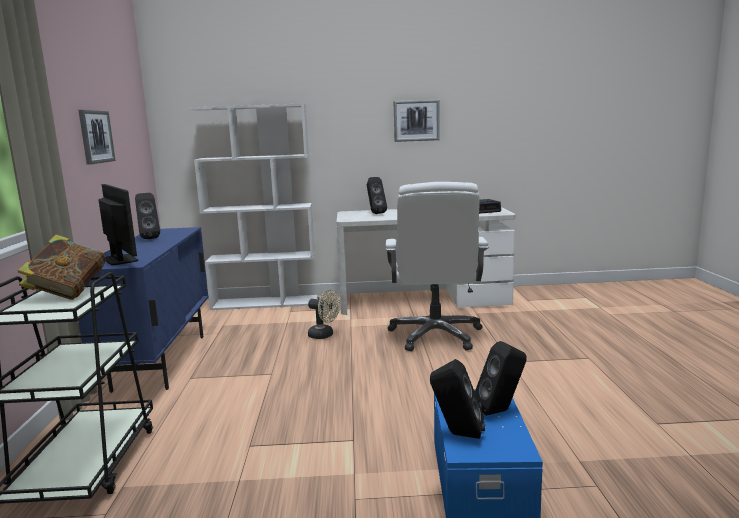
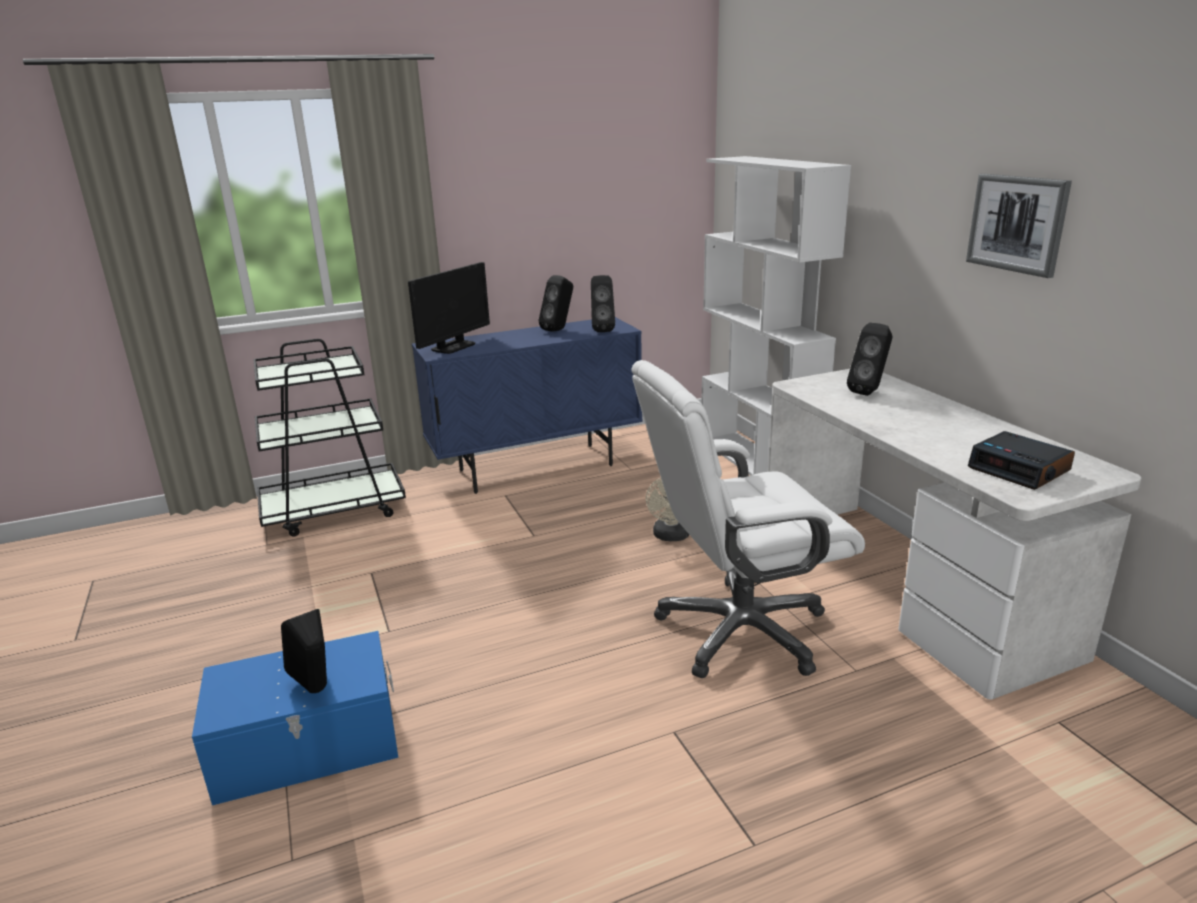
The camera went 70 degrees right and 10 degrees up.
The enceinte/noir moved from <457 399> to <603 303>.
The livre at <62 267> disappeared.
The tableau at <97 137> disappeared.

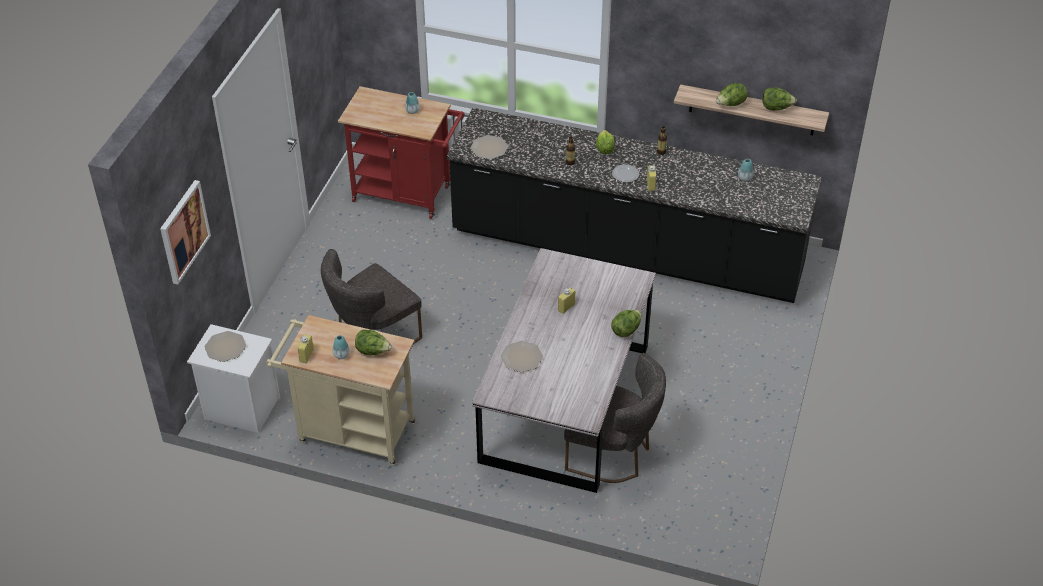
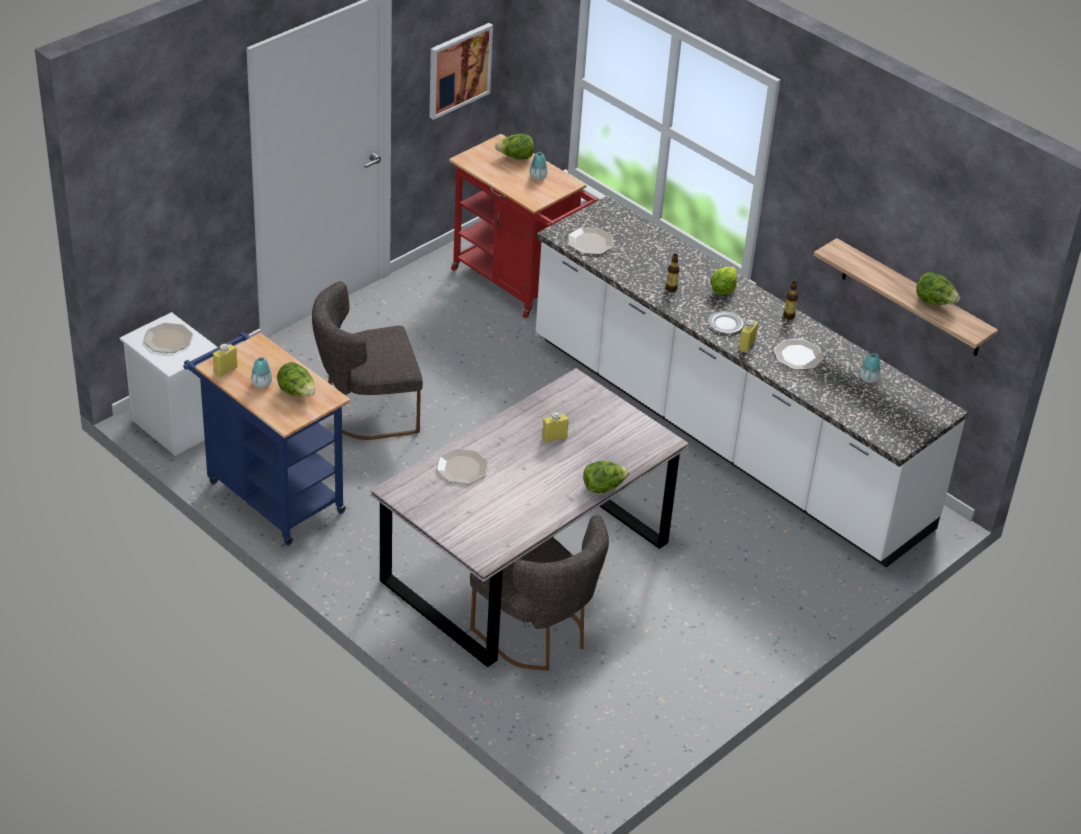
The camera went 25 degrees right and 5 degrees down.
The chariot/beige at <340 390> became the chariot/bleu at <266 438>.
The tableau moved from <185 232> to <461 71>.
The laitue moved from <732 94> to <514 146>.
The comptoir de cuisine/noir at <634 205> became the comptoir de cuisine/blanc at <752 382>.
The assiette at <799 354> appeared.

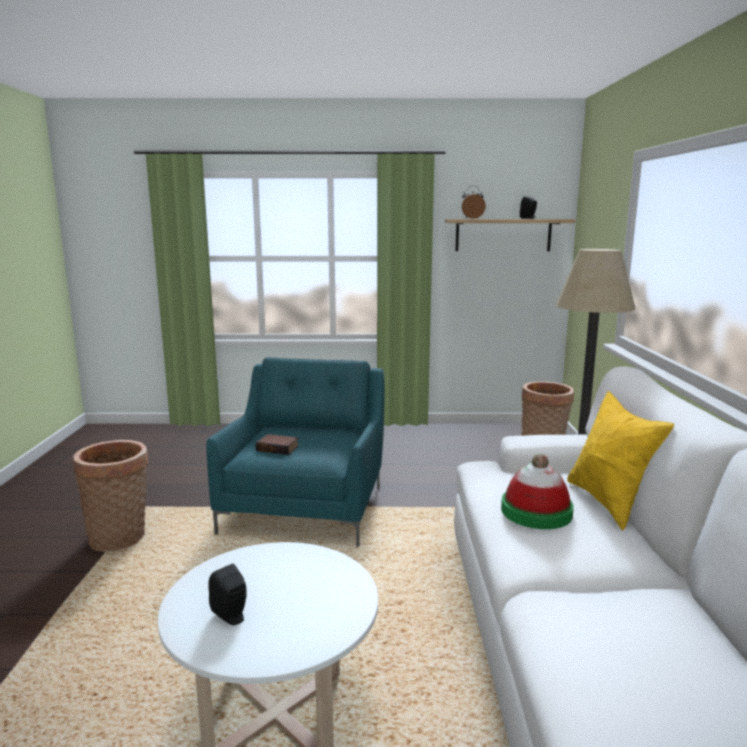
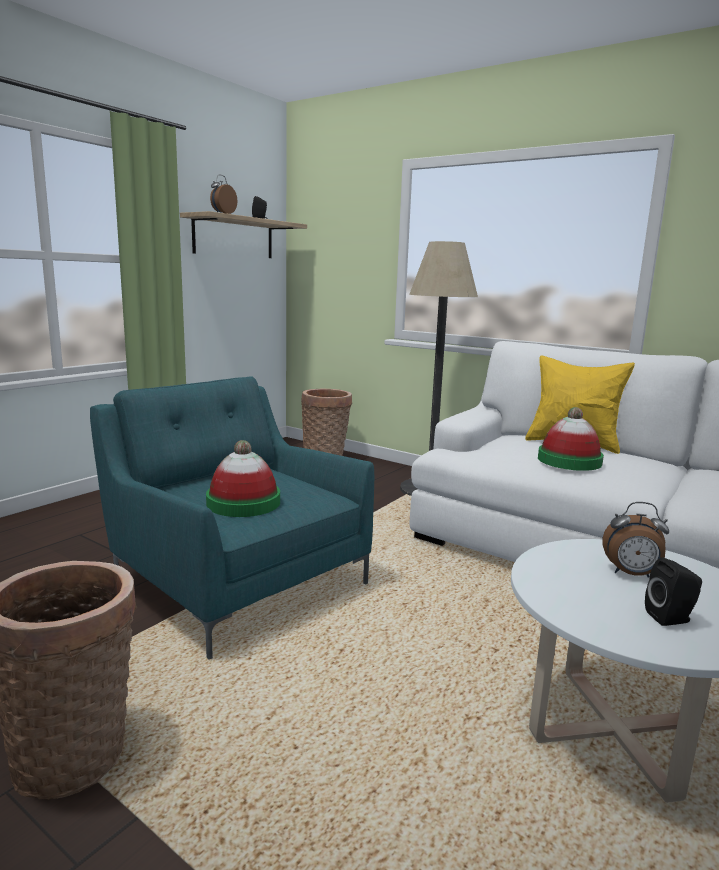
The camera went 55 degrees left and 0 degrees up.
The livre at <277 444> was replaced by the chapeau at <243 478>.
The réveil at <636 540> appeared.

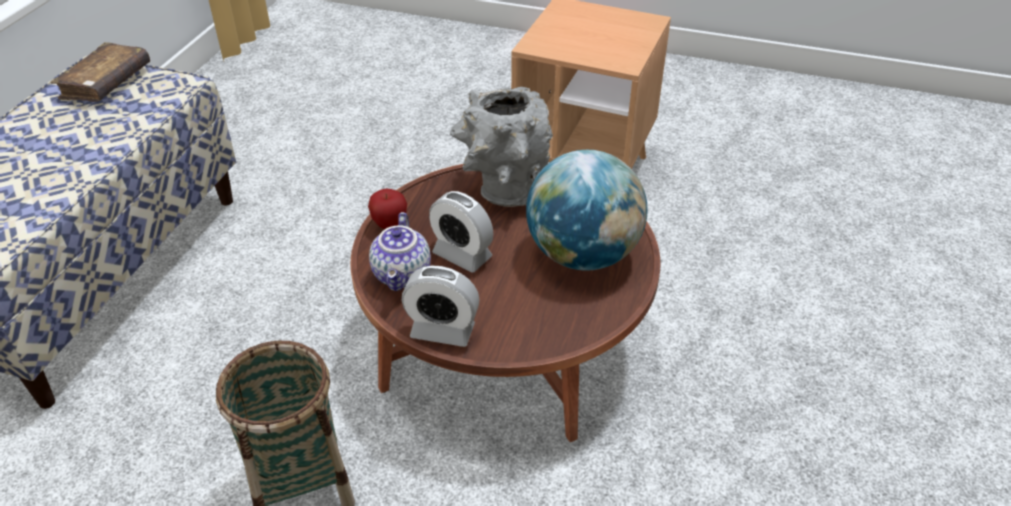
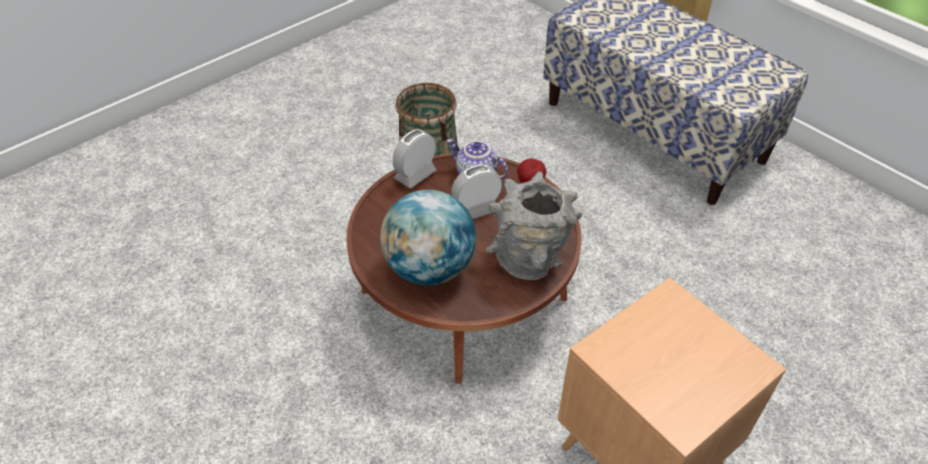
The camera went 120 degrees right and 5 degrees up.
The livre/marron at <100 72> disappeared.

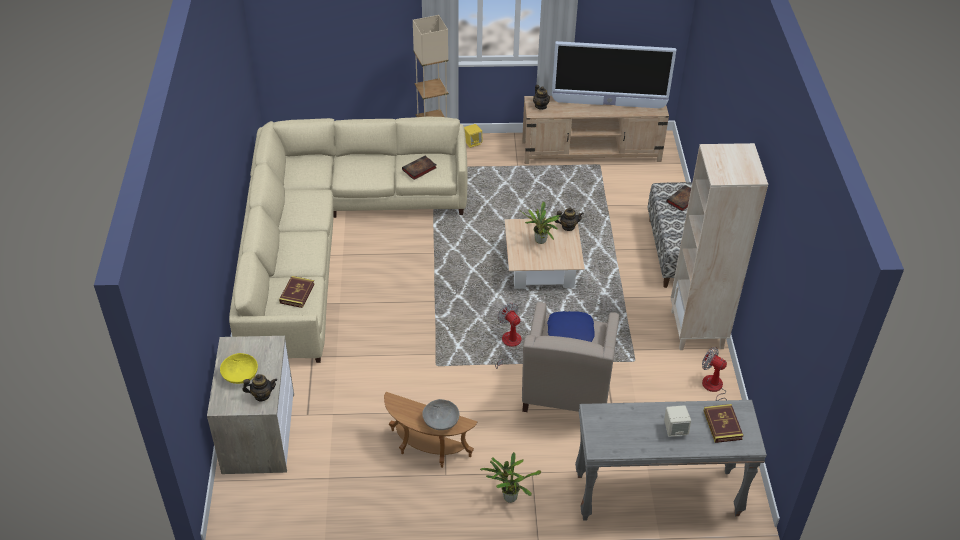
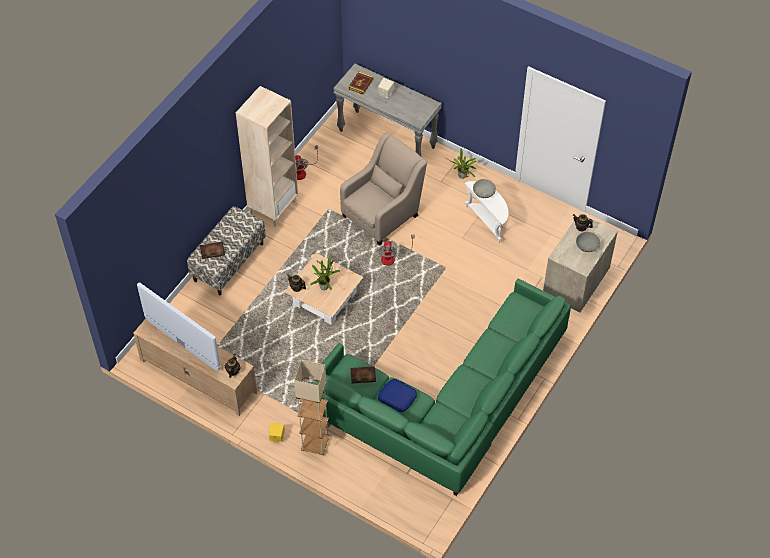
The camera went 145 degrees left and 10 degrees up.
The canapé/beige at <348 239> became the canapé/vert at <441 387>.
The coussin/bleu moved from <571 326> to <397 395>.
The table d'appoint/marron at <430 430> became the table d'appoint/blanc at <487 212>.
The bol/jaune at <239 368> became the bol/gris at <588 242>.
The livre at <297 292> disappeared.

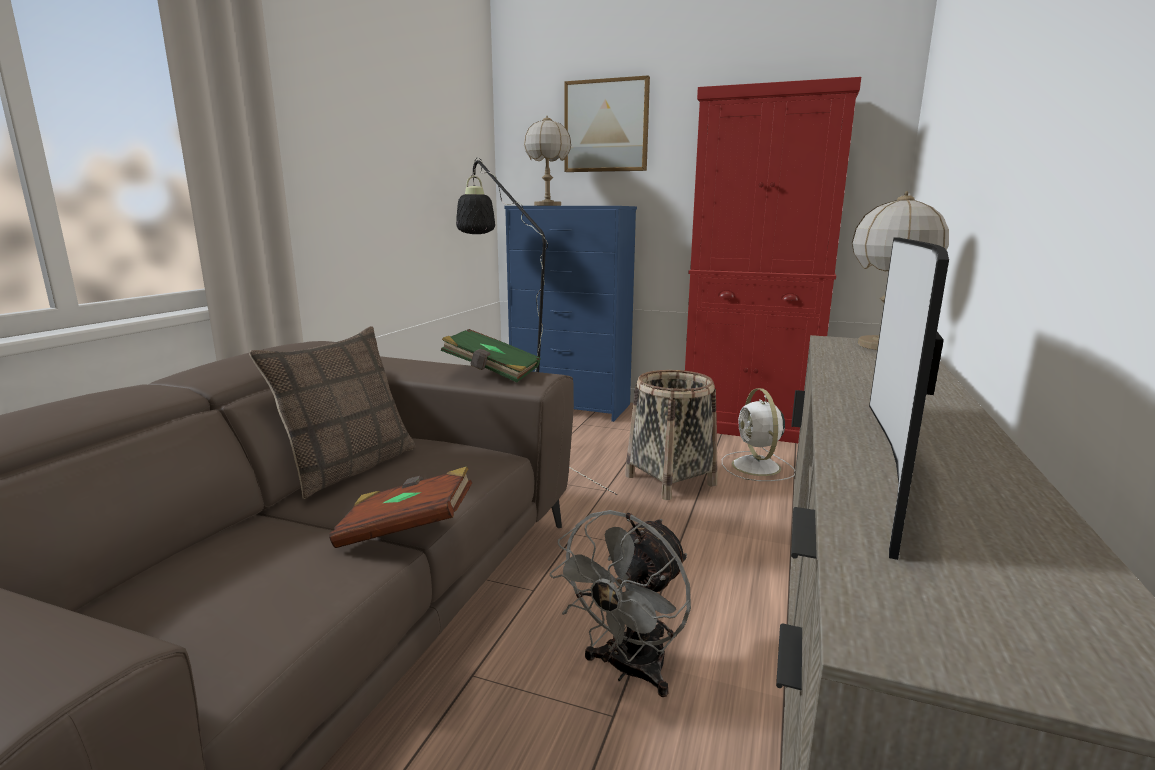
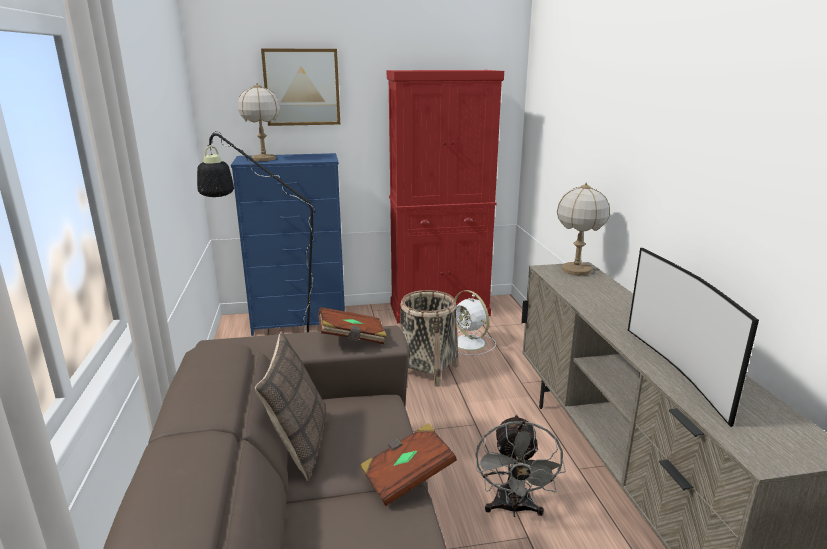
The camera went 30 degrees left and 5 degrees up.
The livre/vert at <491 355> became the livre/marron at <352 325>.

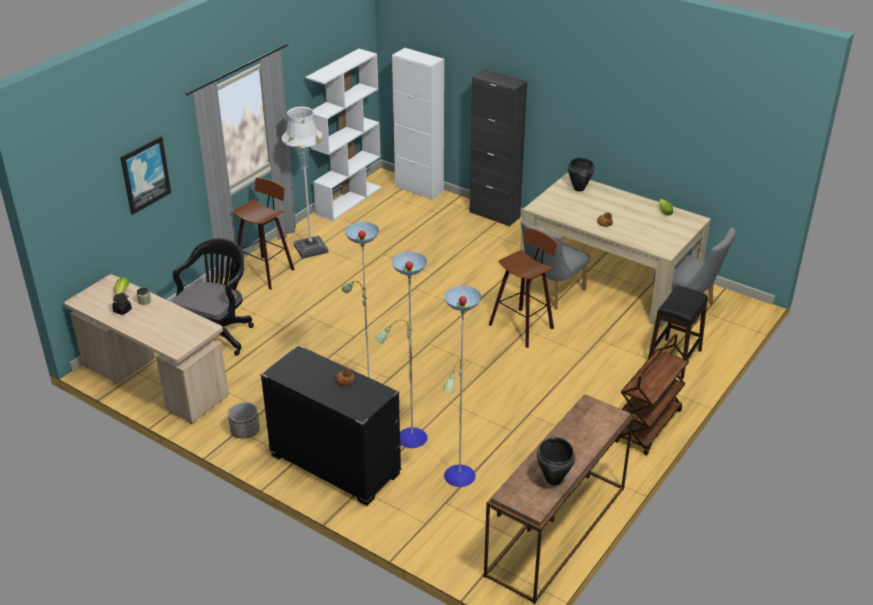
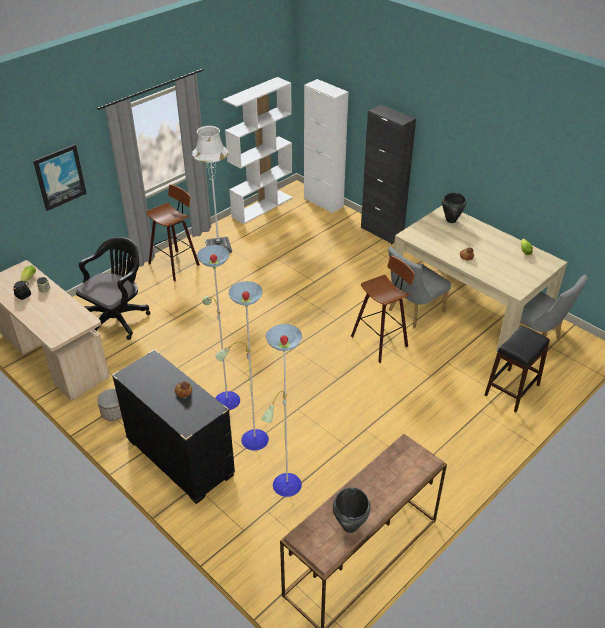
The camera went 10 degrees right and 5 degrees up.
The chariot/marron at <652 394> disappeared.

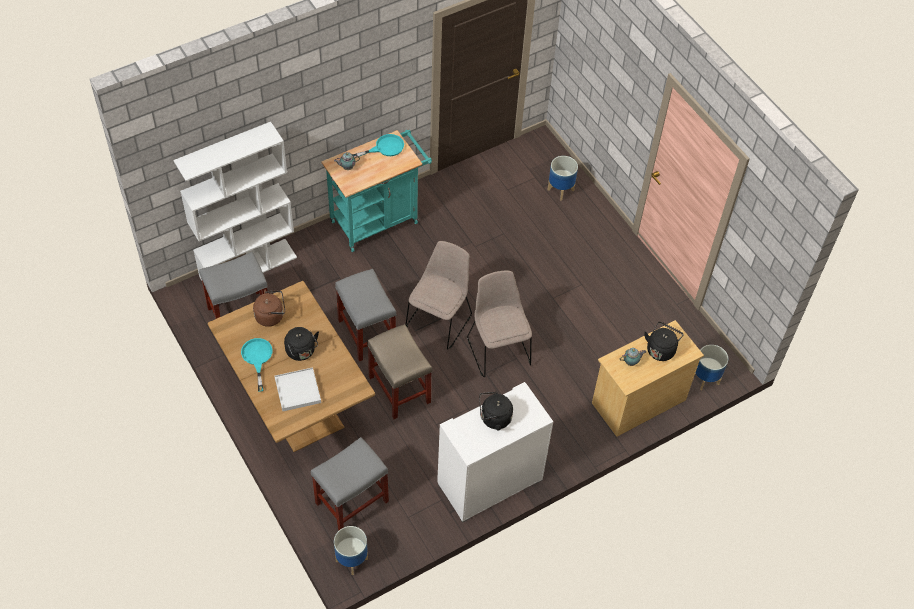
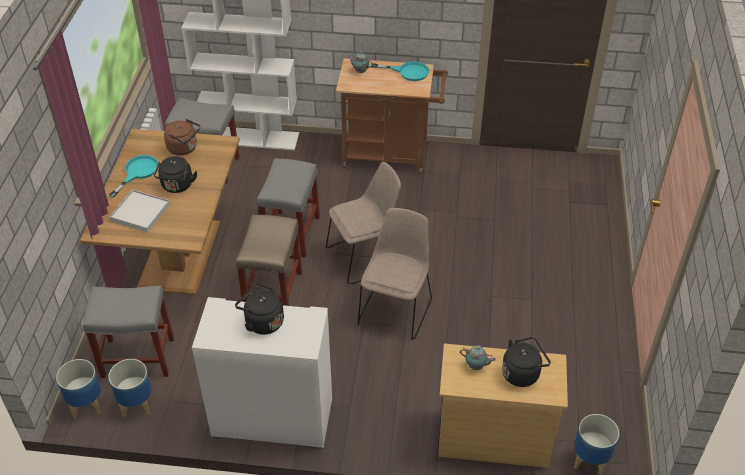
The camera went 40 degrees right and 10 degrees down.
The cache-pot moved from <563 178> to <130 388>.
The chariot/turquoise at <377 191> became the chariot/marron at <392 116>.

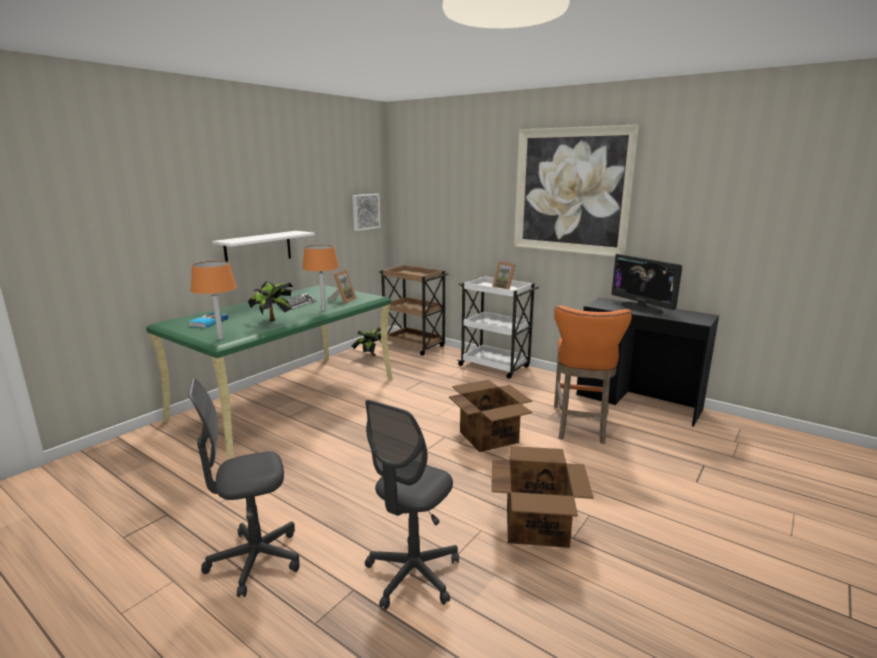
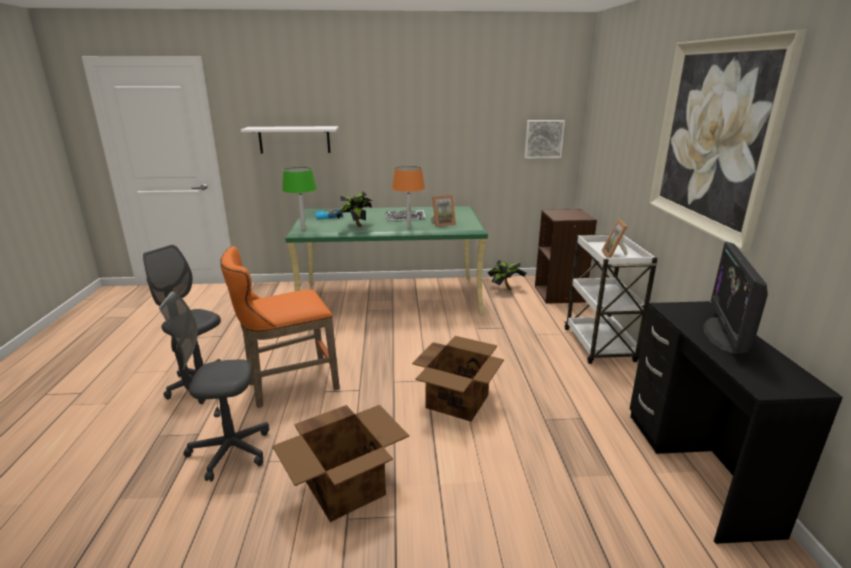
The camera went 50 degrees right and 5 degrees up.
The tabouret/orange moved from <593 374> to <280 327>.
The étagère/blanc moved from <263 246> to <290 140>.
The lampe de table/orange at <214 300> became the lampe de table/vert at <299 198>.
The chariot/marron at <413 310> was replaced by the bibliothèque/marron at <566 256>.

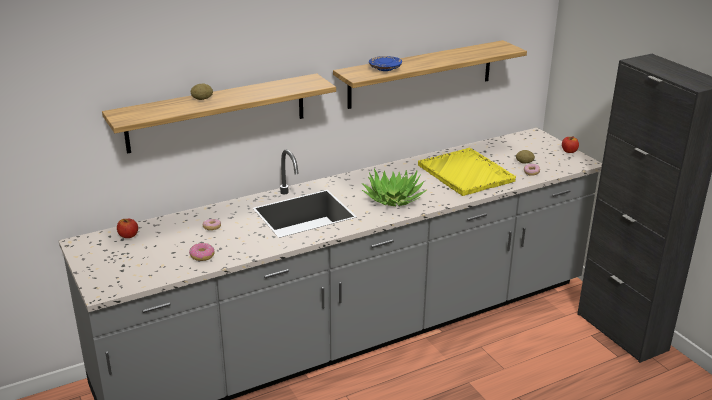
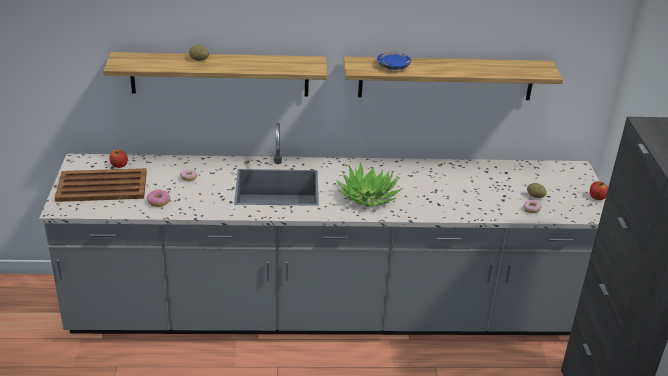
The camera went 25 degrees right and 5 degrees up.
The plateau/marron at <101 185> appeared.
The plateau/jaune at <467 172> disappeared.

